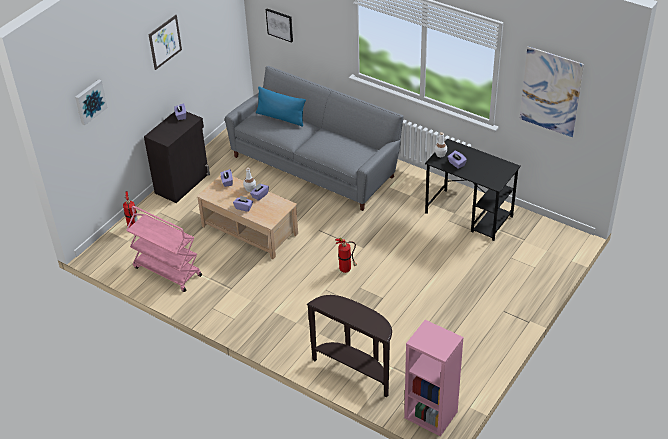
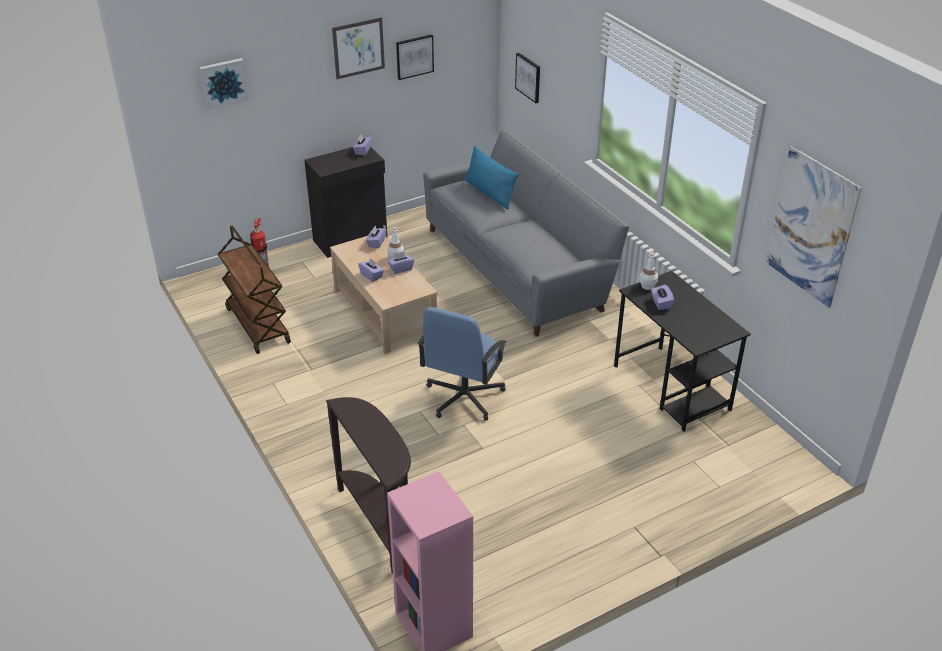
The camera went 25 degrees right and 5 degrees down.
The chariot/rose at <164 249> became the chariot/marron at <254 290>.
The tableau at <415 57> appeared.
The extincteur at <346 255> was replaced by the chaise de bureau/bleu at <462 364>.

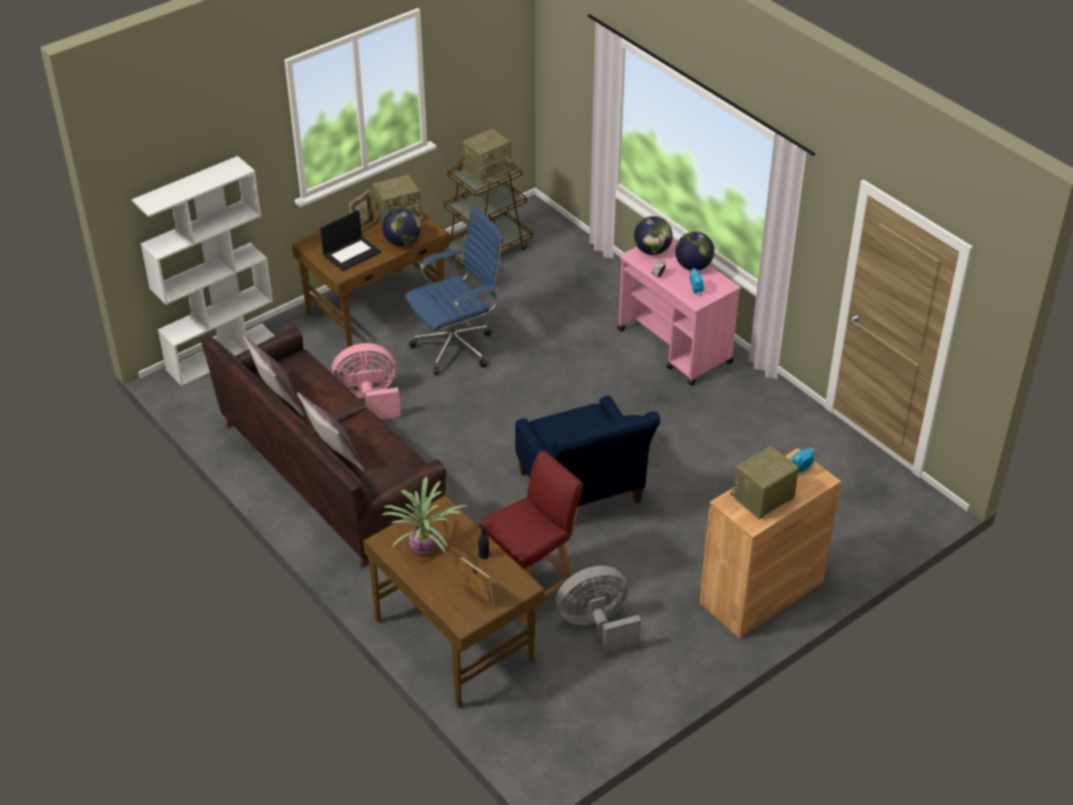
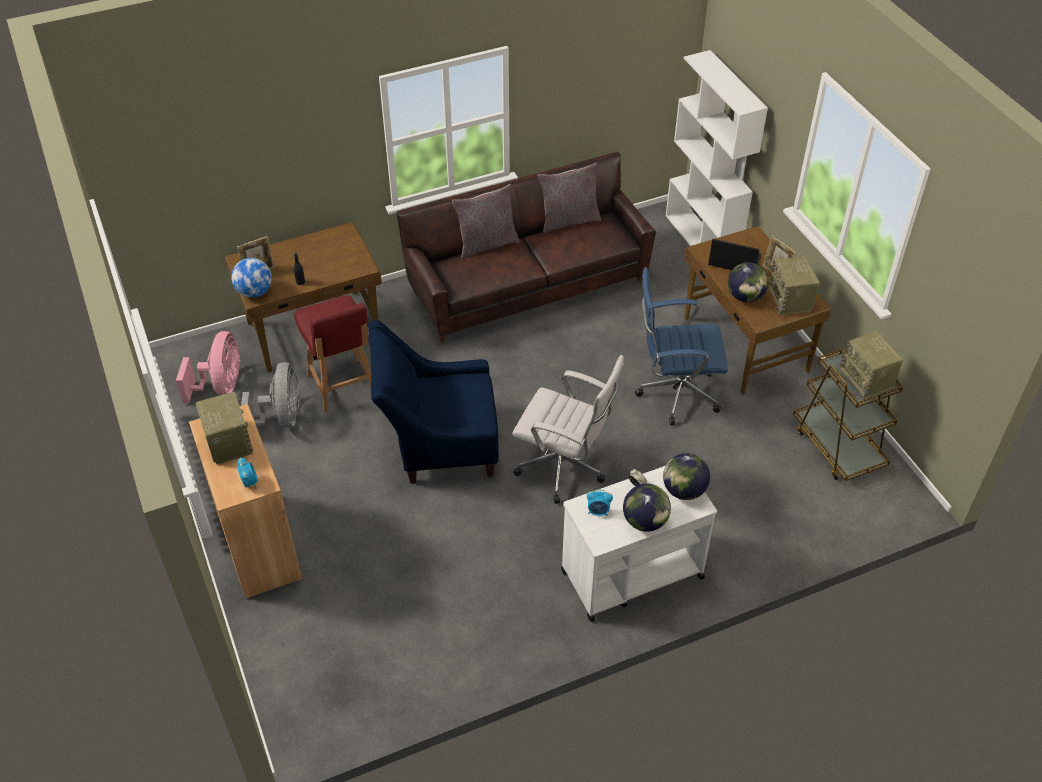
The camera went 105 degrees right and 5 degrees up.
The ventilateur/rose moved from <366 381> to <208 367>.
The globe at <251 277> appeared.
The chaise de bureau/blanc at <568 429> appeared.
The chariot/rose at <679 312> became the chariot/blanc at <639 544>.
The chaise de bureau/bleu at <454 290> turned 105 degrees clockwise.
The ordinateur portable at <350 240> turned 135 degrees clockwise.
The plante en pot at <425 515> disappeared.

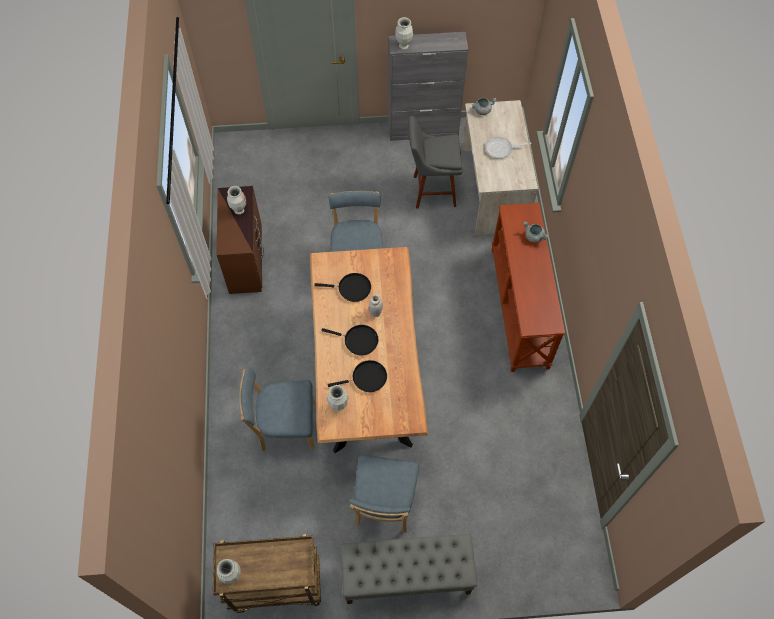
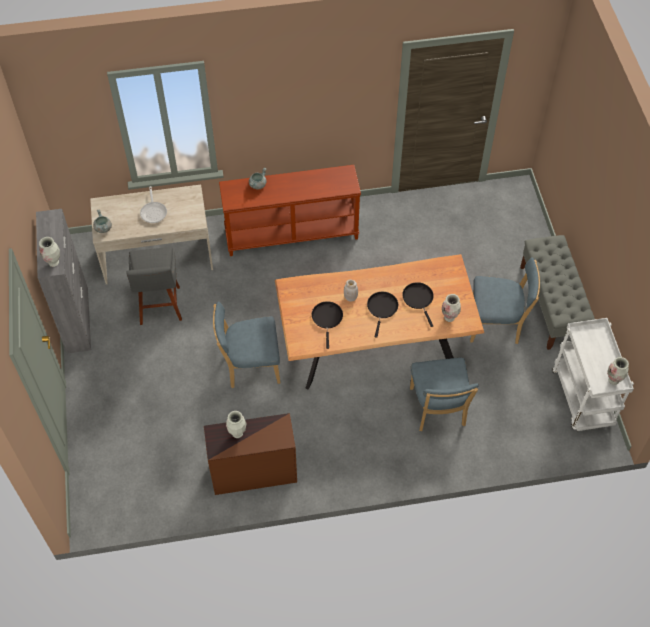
The camera went 95 degrees left and 5 degrees down.
The chariot/marron at <267 573> became the chariot/blanc at <593 374>.

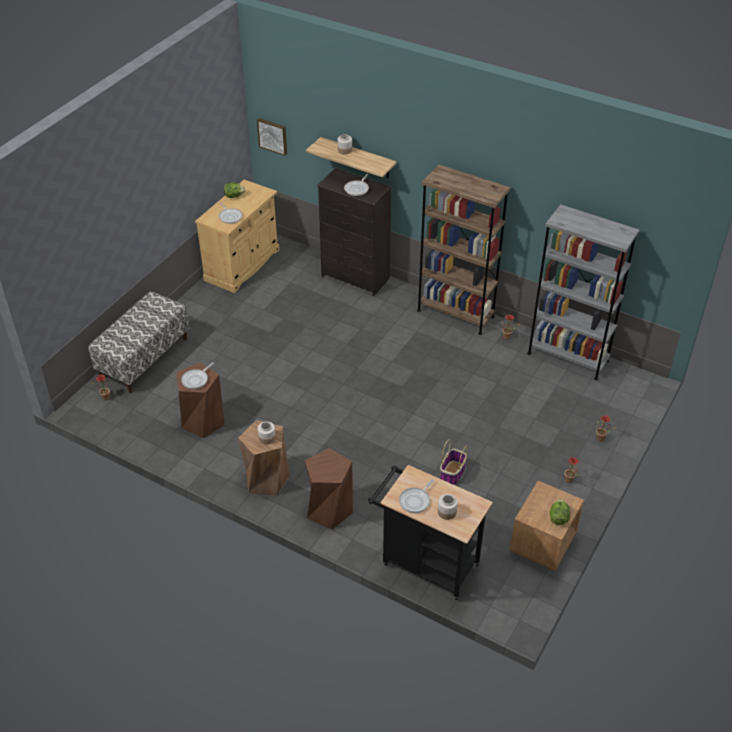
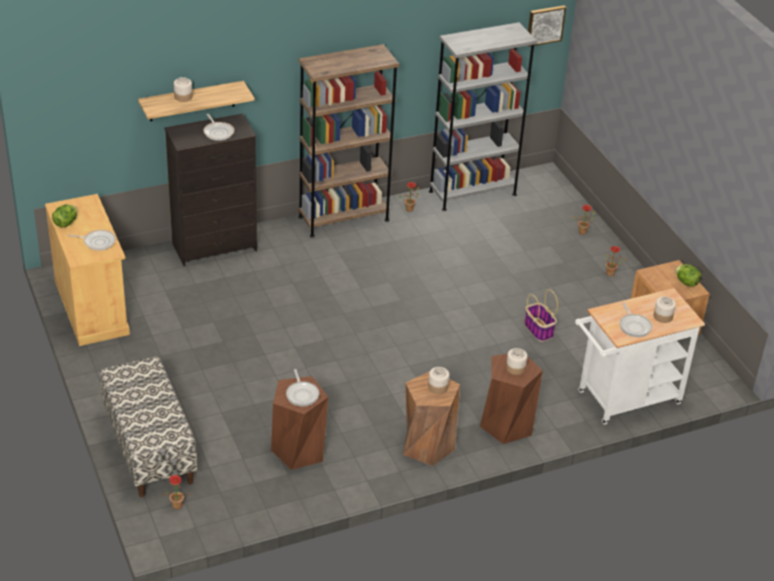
The camera went 55 degrees left and 5 degrees down.
The bocal at <516 361> appeared.
The tableau moved from <272 137> to <547 26>.
The chariot/noir at <430 532> became the chariot/blanc at <640 356>.

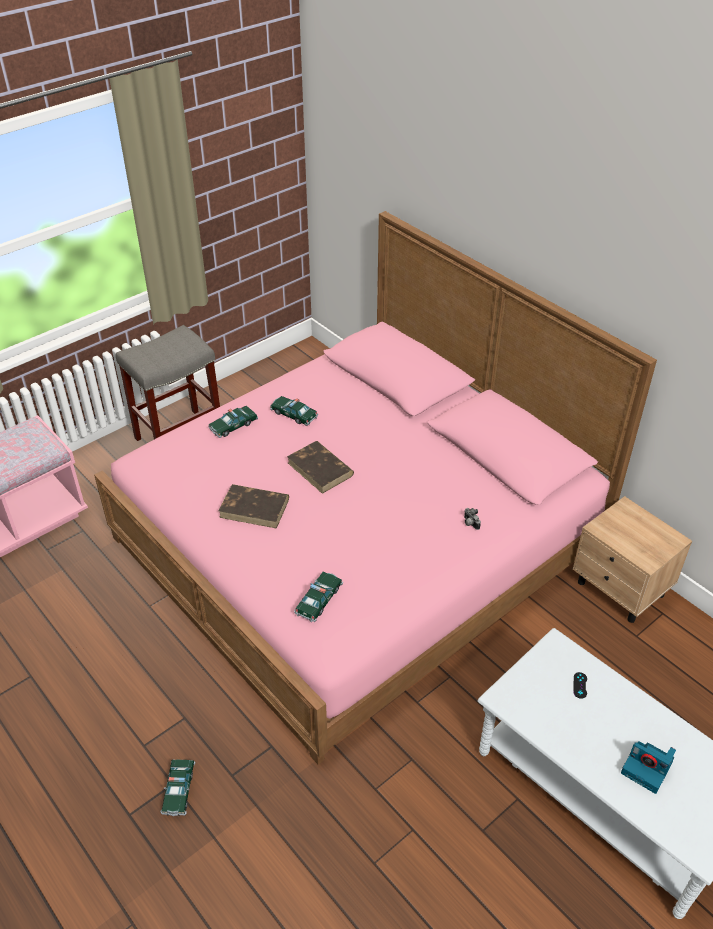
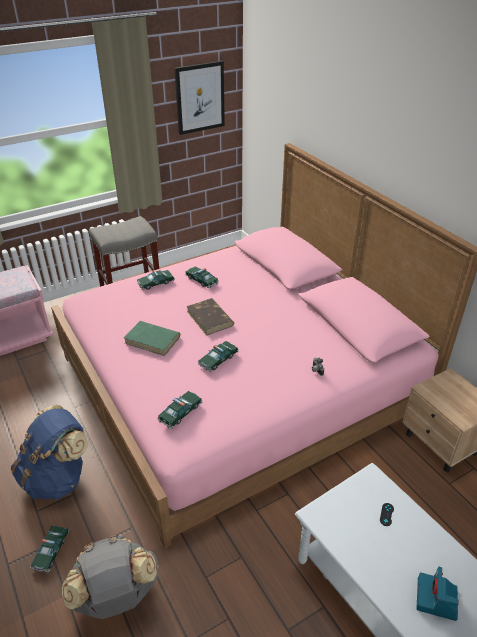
The camera went 10 degrees right and 5 degrees down.
The sac à dos/bleu at <50 452> appeared.
The sac à dos/gris at <110 576> appeared.
The livre/marron at <254 506> became the livre/vert at <152 338>.
The tableau at <199 98> appeared.
The petite voiture at <218 356> appeared.
The appareil photo at <648 767> turned 60 degrees clockwise.

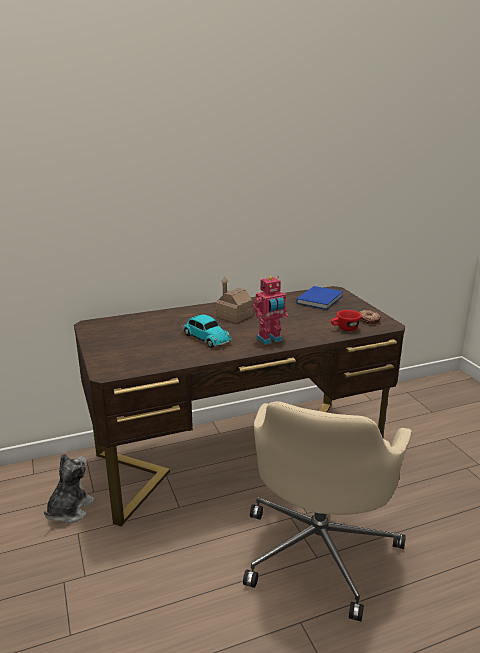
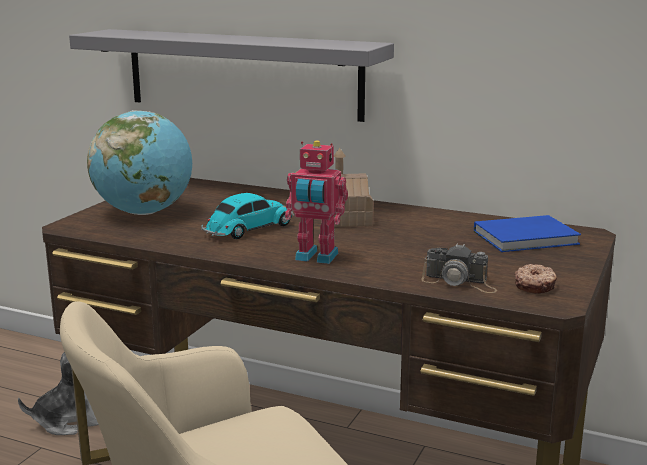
The camera went 45 degrees right and 5 degrees down.
The étagère/gris at <231 75> appeared.
The globe at <139 162> appeared.
The petite voiture at <206 331> turned 135 degrees counterclockwise.
The tasse/rouge at <346 320> was replaced by the appareil photo at <459 268>.

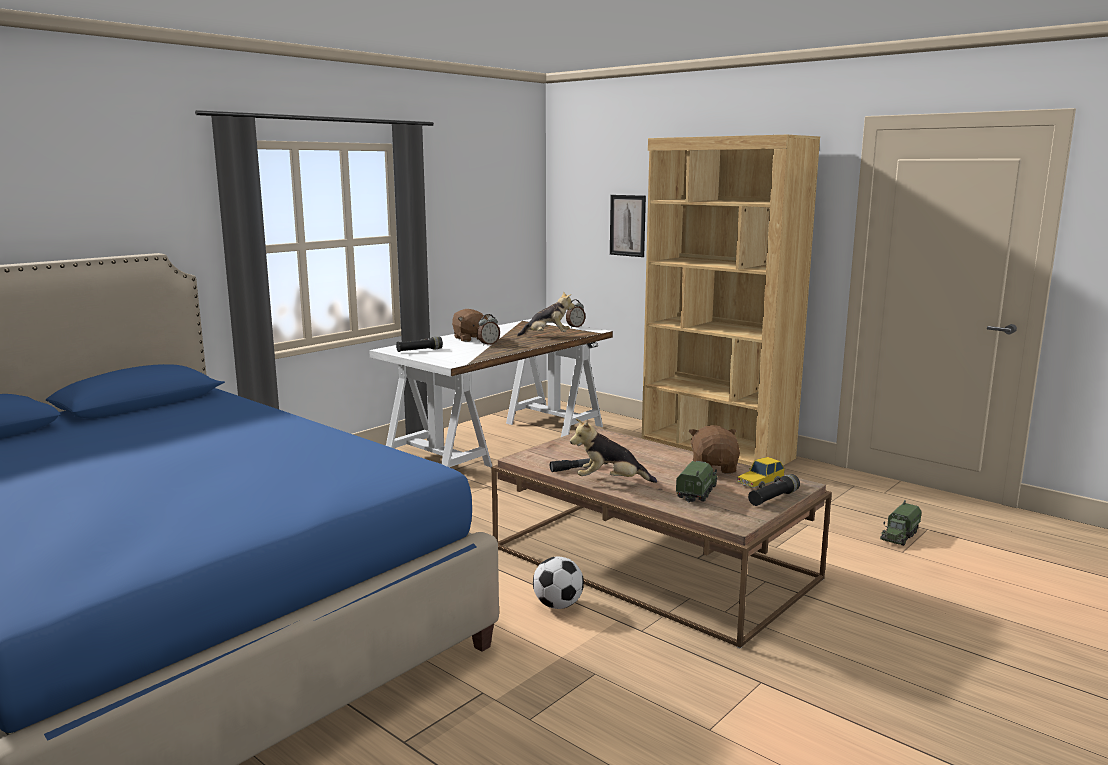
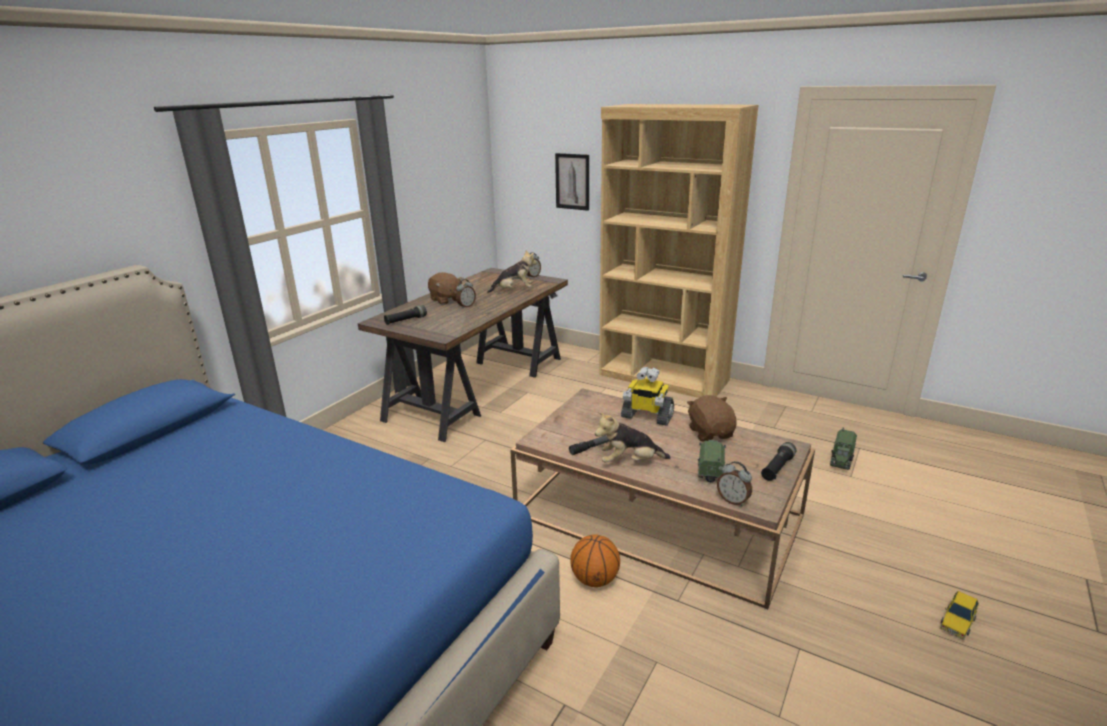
The camera went 10 degrees left and 10 degrees up.
The bureau/blanc at <491 393> became the bureau/marron at <463 355>.
The ballon de foot at <558 582> was replaced by the ballon de basket at <595 560>.
The robot jouet at <647 396> appeared.
The réveil at <734 483> appeared.
The petite voiture moved from <761 472> to <959 615>.

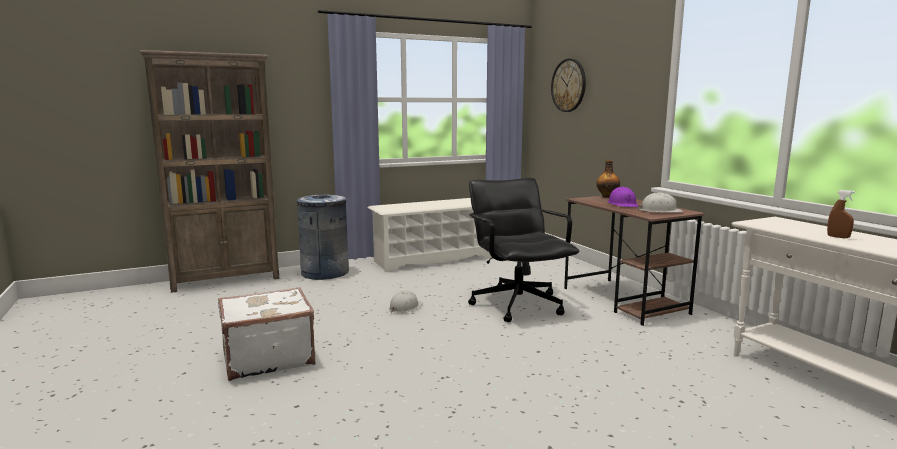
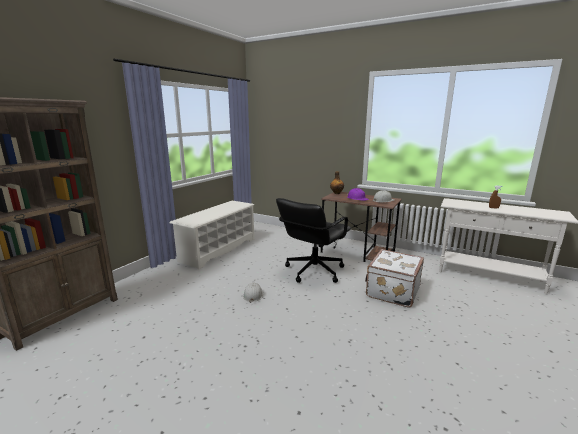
The camera went 35 degrees left and 5 degrees up.
The chaise de bureau/noir at <523 250> turned 90 degrees counterclockwise.
The valise/blanc moved from <266 334> to <394 278>.
The poubelle/gris at <322 237> disappeared.
The horloge murale at <568 85> disappeared.

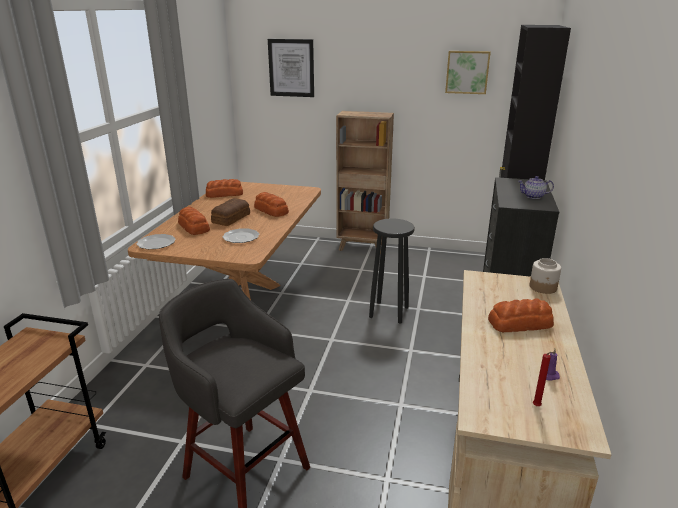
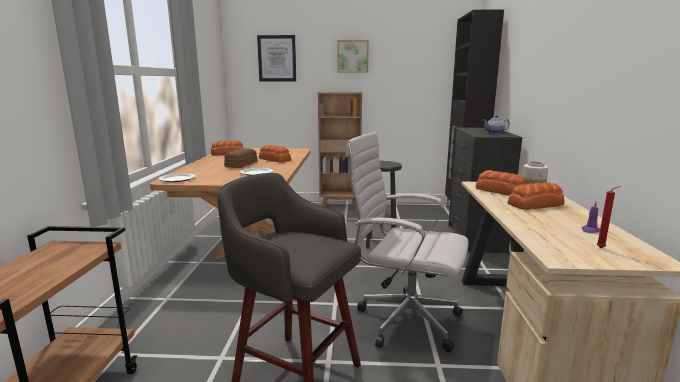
The camera went 10 degrees left and 10 degrees down.
The tableau moved from <468 72> to <353 56>.
The chaise de bureau/blanc at <407 242> appeared.
The pain moved from <194 221> to <501 183>.

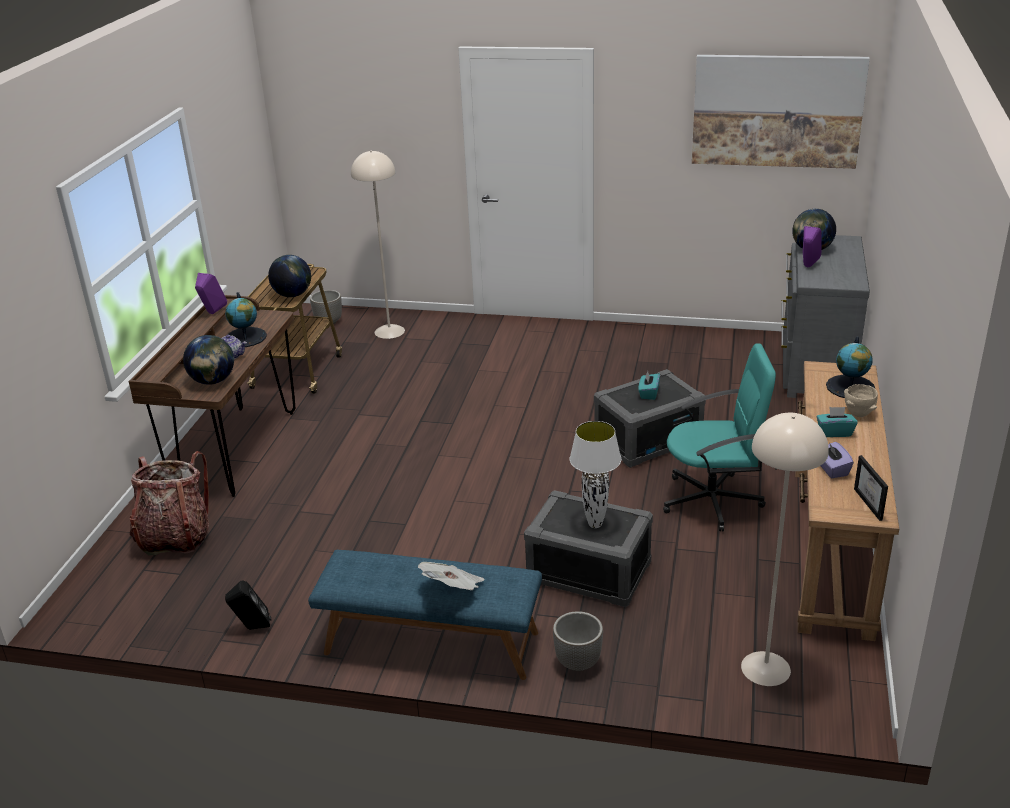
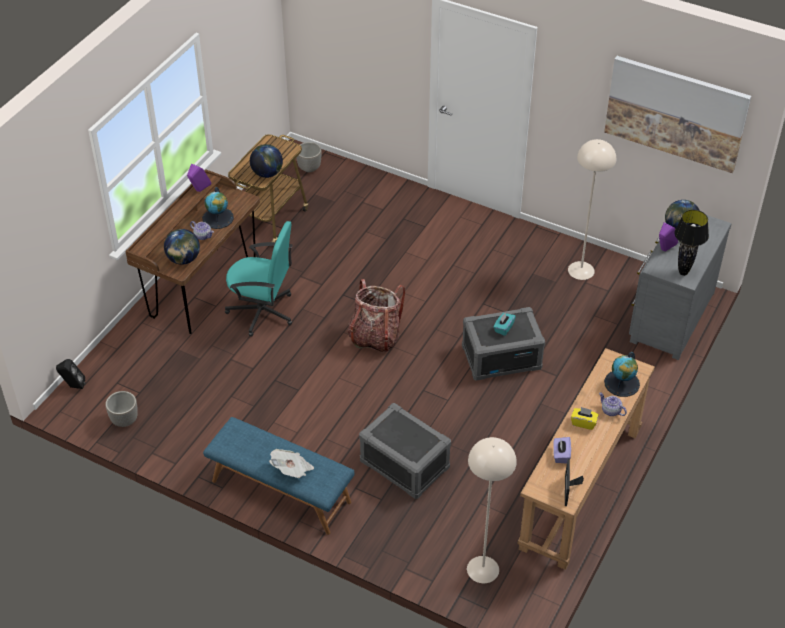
The camera went 15 degrees right and 15 degrees up.
The enceinte/noir moved from <248 605> to <71 374>.
The cache-pot moved from <578 641> to <121 409>.
The chaise de bureau/turquoise moved from <719 437> to <259 279>.
The sac à dos moved from <169 503> to <376 315>.
The lampadaire/beige moved from <378 245> to <592 209>.
The boîte à mouchoirs/turquoise at <837 422> became the boîte à mouchoirs/jaune at <585 418>.
The bol/beige at <861 400> was replaced by the théière at <613 404>.
The lampe de table/noir at <692 243> appeared.
The lampe de table/blanc at <595 474> disappeared.

